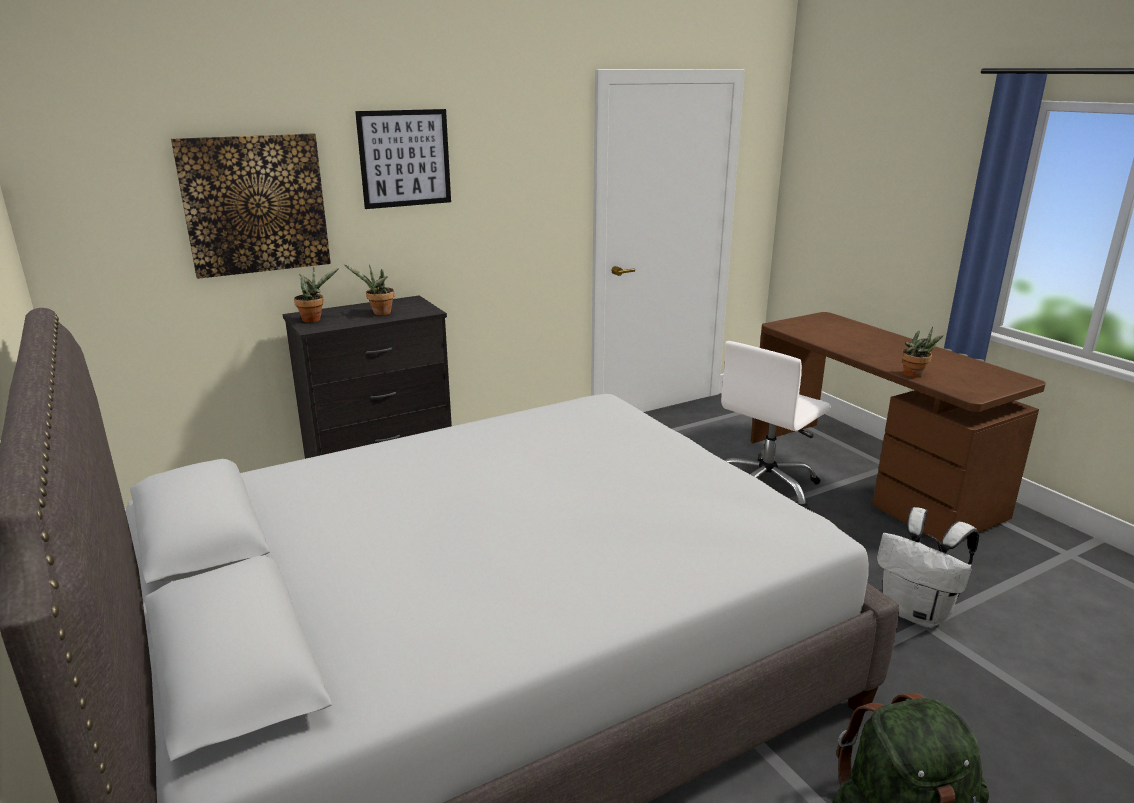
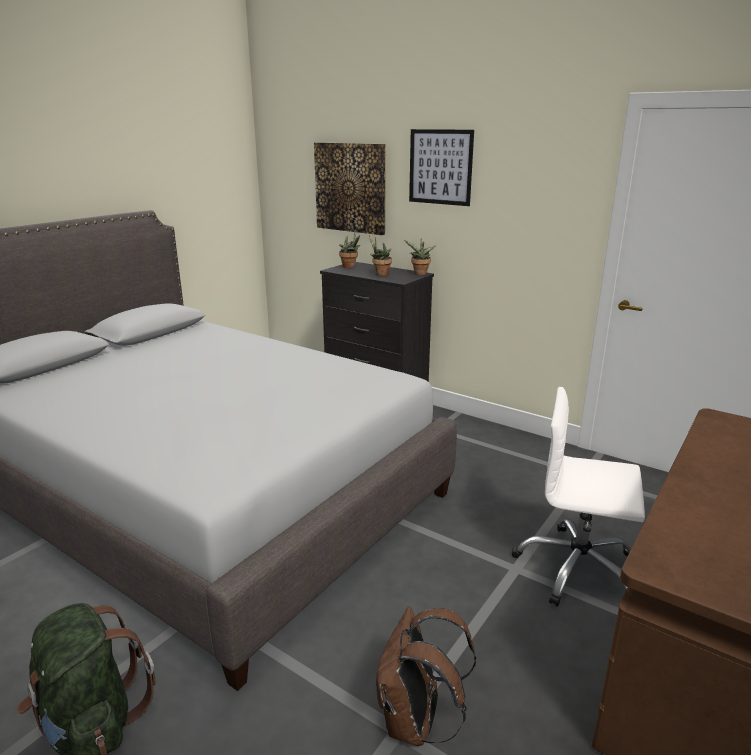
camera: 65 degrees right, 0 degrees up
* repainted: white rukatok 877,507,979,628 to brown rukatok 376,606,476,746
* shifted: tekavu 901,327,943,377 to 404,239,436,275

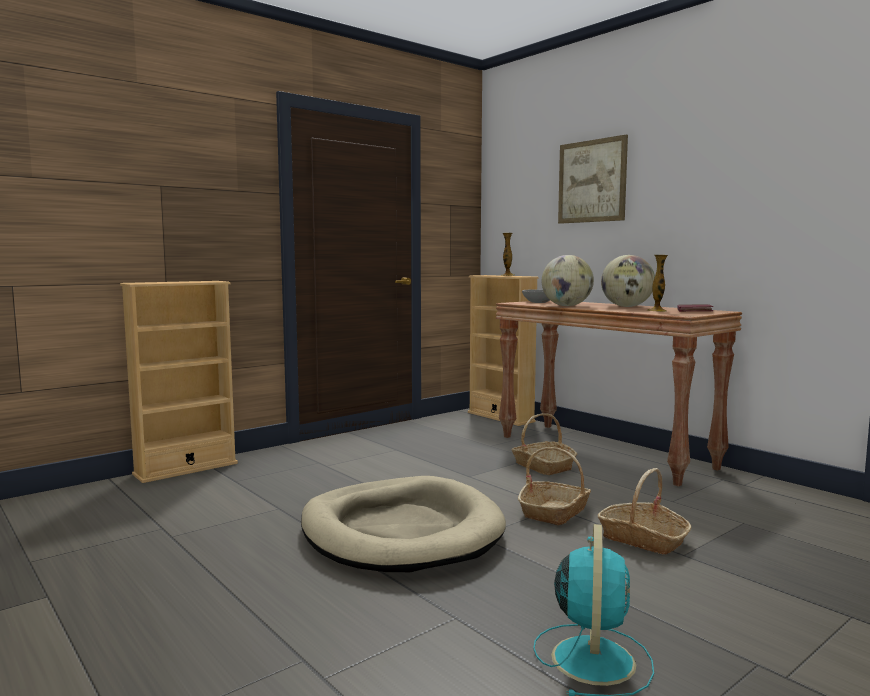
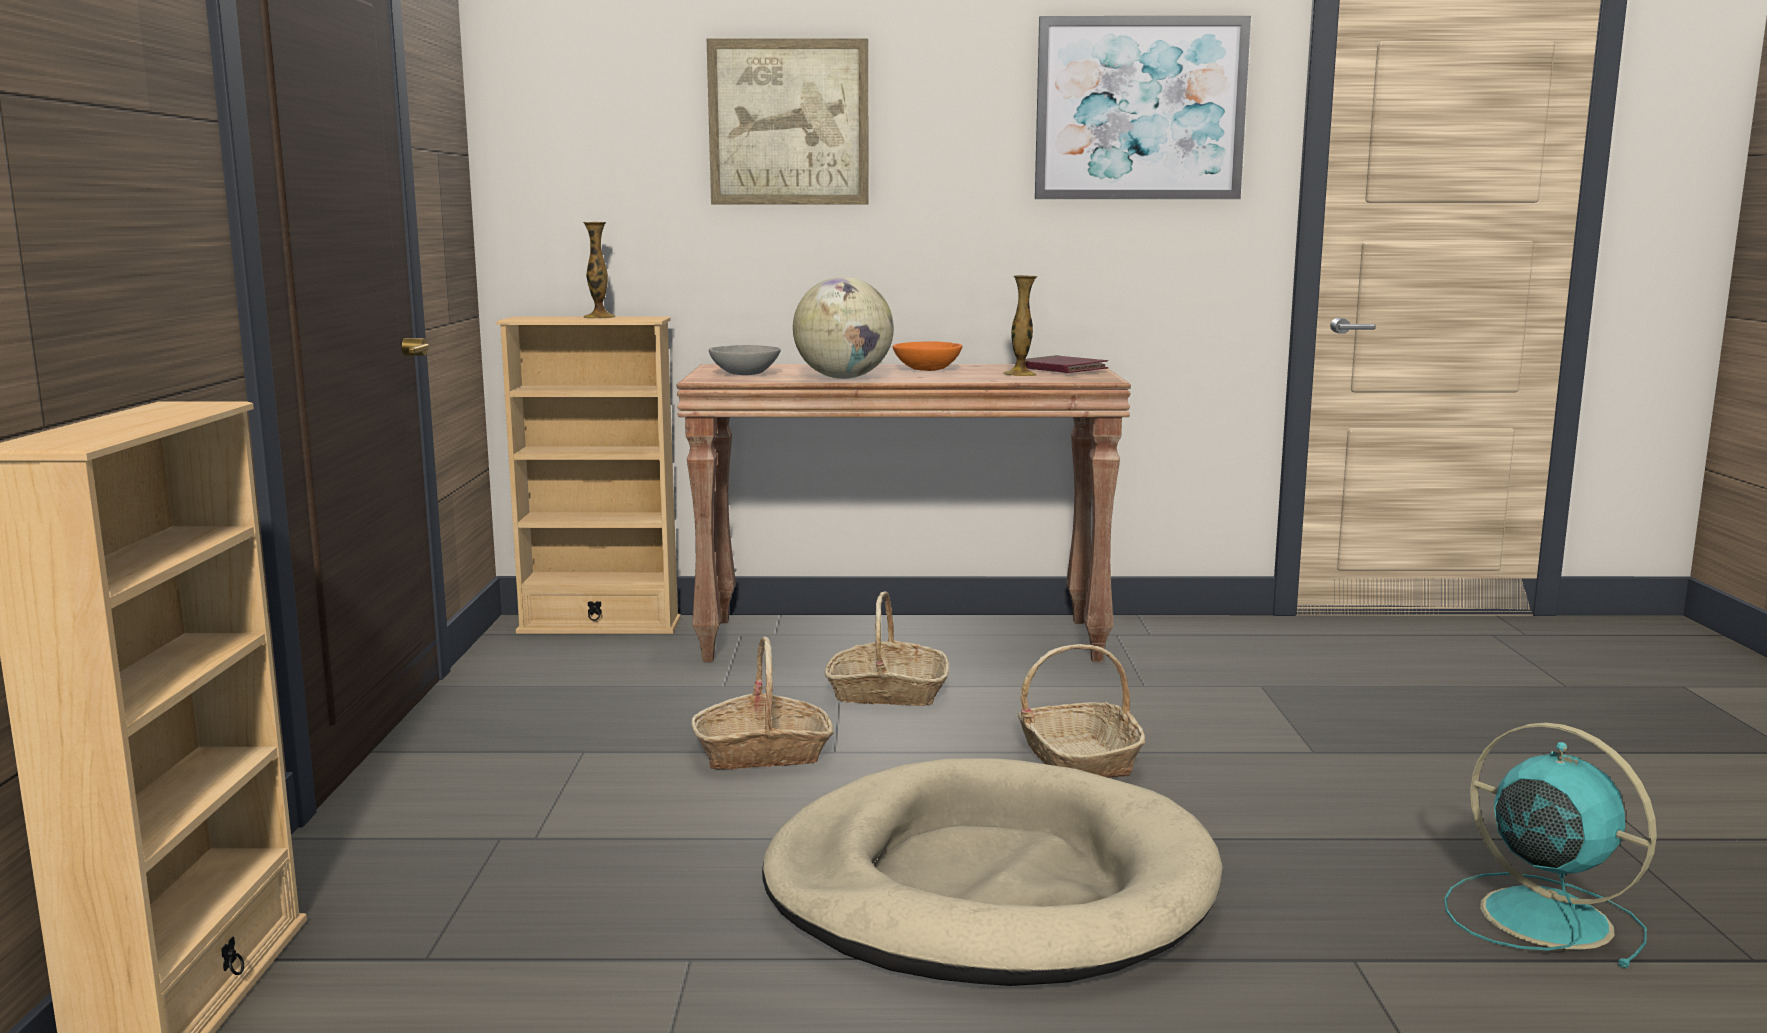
camera: 50 degrees left, 5 degrees up
* shifted: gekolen 598,468,692,555 to 691,637,834,770
* swapped: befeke 601,255,655,307 to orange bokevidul 893,341,962,371
* new: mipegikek 1035,16,1251,199

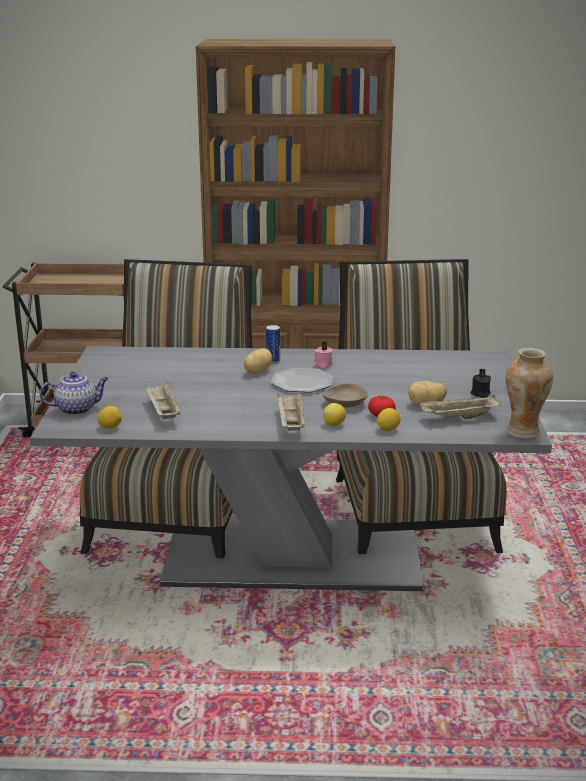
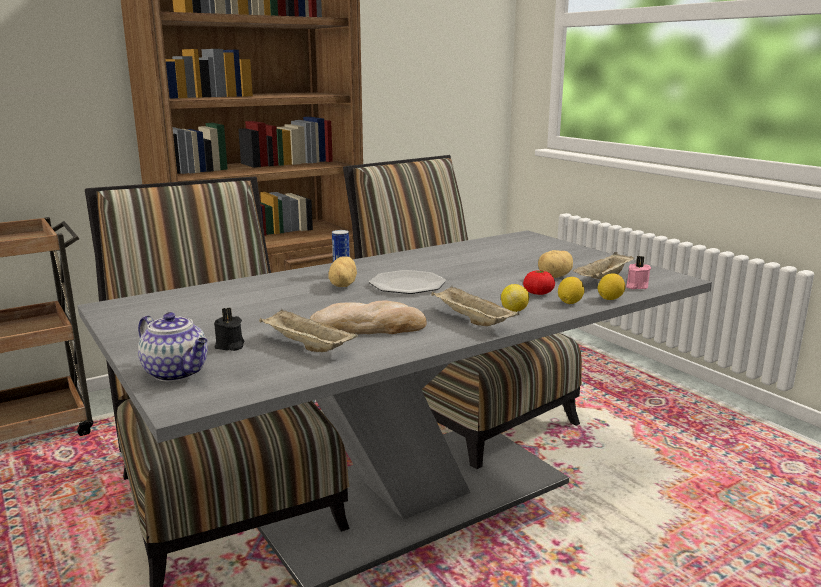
camera: 35 degrees left, 5 degrees down
* rotated: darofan 39,372,109,415 = 138,312,208,382 90 degrees clockwise
* shifted: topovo 97,406,122,429 to 598,273,625,300
* shifted: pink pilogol 313,342,333,368 to 626,256,651,289
* gone: beige bokevidul 323,384,368,407
* shifted: black pilogol 471,369,491,398 to 214,308,244,351
* gone: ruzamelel 506,348,553,439
* new: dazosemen 310,301,427,334

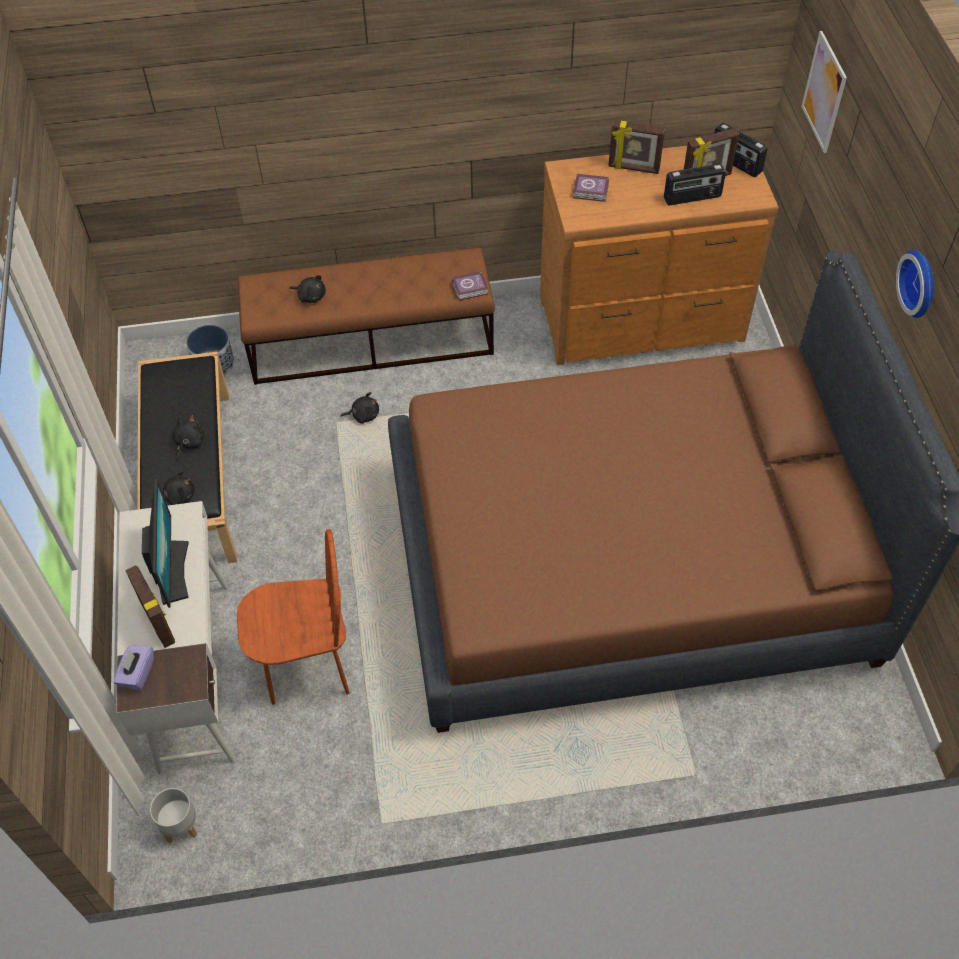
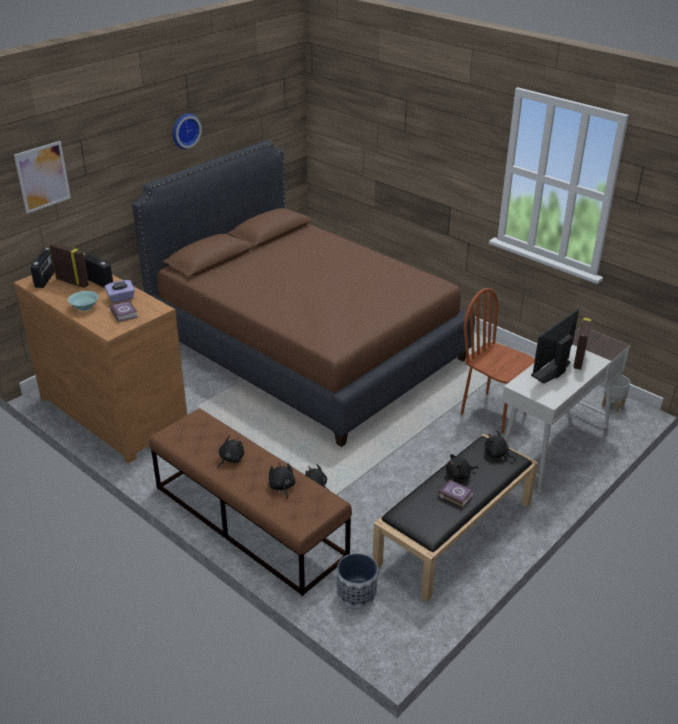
camera: 130 degrees left, 20 degrees down
* shifted: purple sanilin 114,645,154,691 to 105,280,135,303
* shifted: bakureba 452,271,488,301 to 438,479,474,508
* swapped: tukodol 608,120,665,174 to turquoise bokevidul 68,291,99,311
* new: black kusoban 217,435,244,469

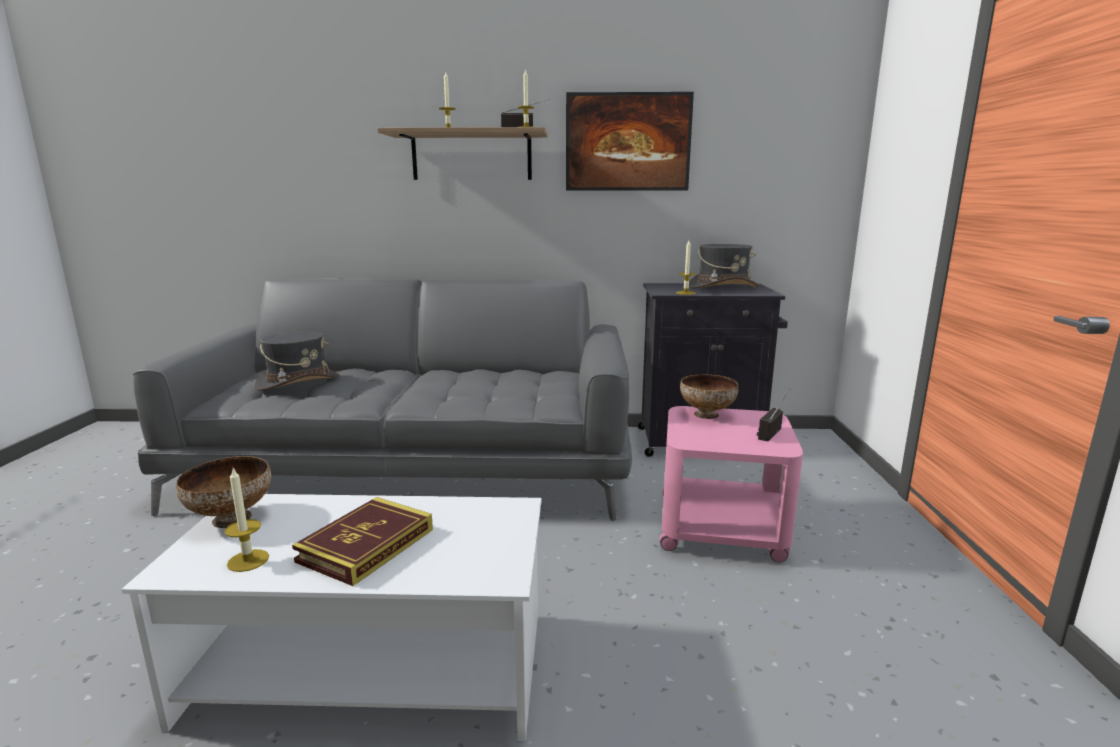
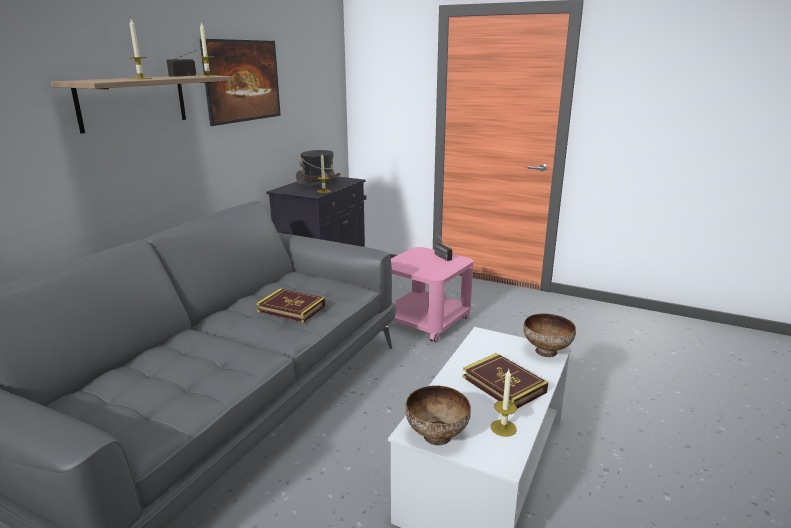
camera: 65 degrees left, 5 degrees up
* gone: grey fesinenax 254,331,340,391
* shifted: bokevidul 680,375,739,419 to 523,313,576,357
* new: bakureba 256,289,325,323

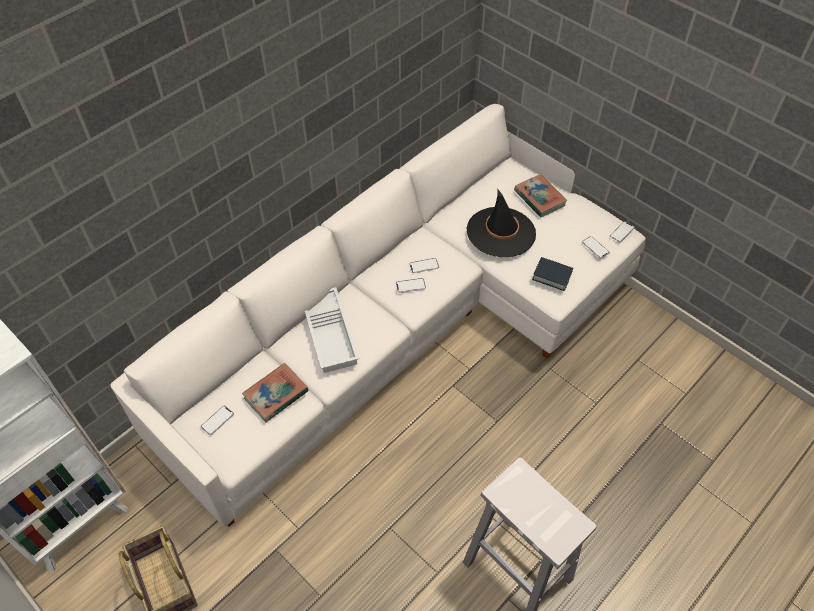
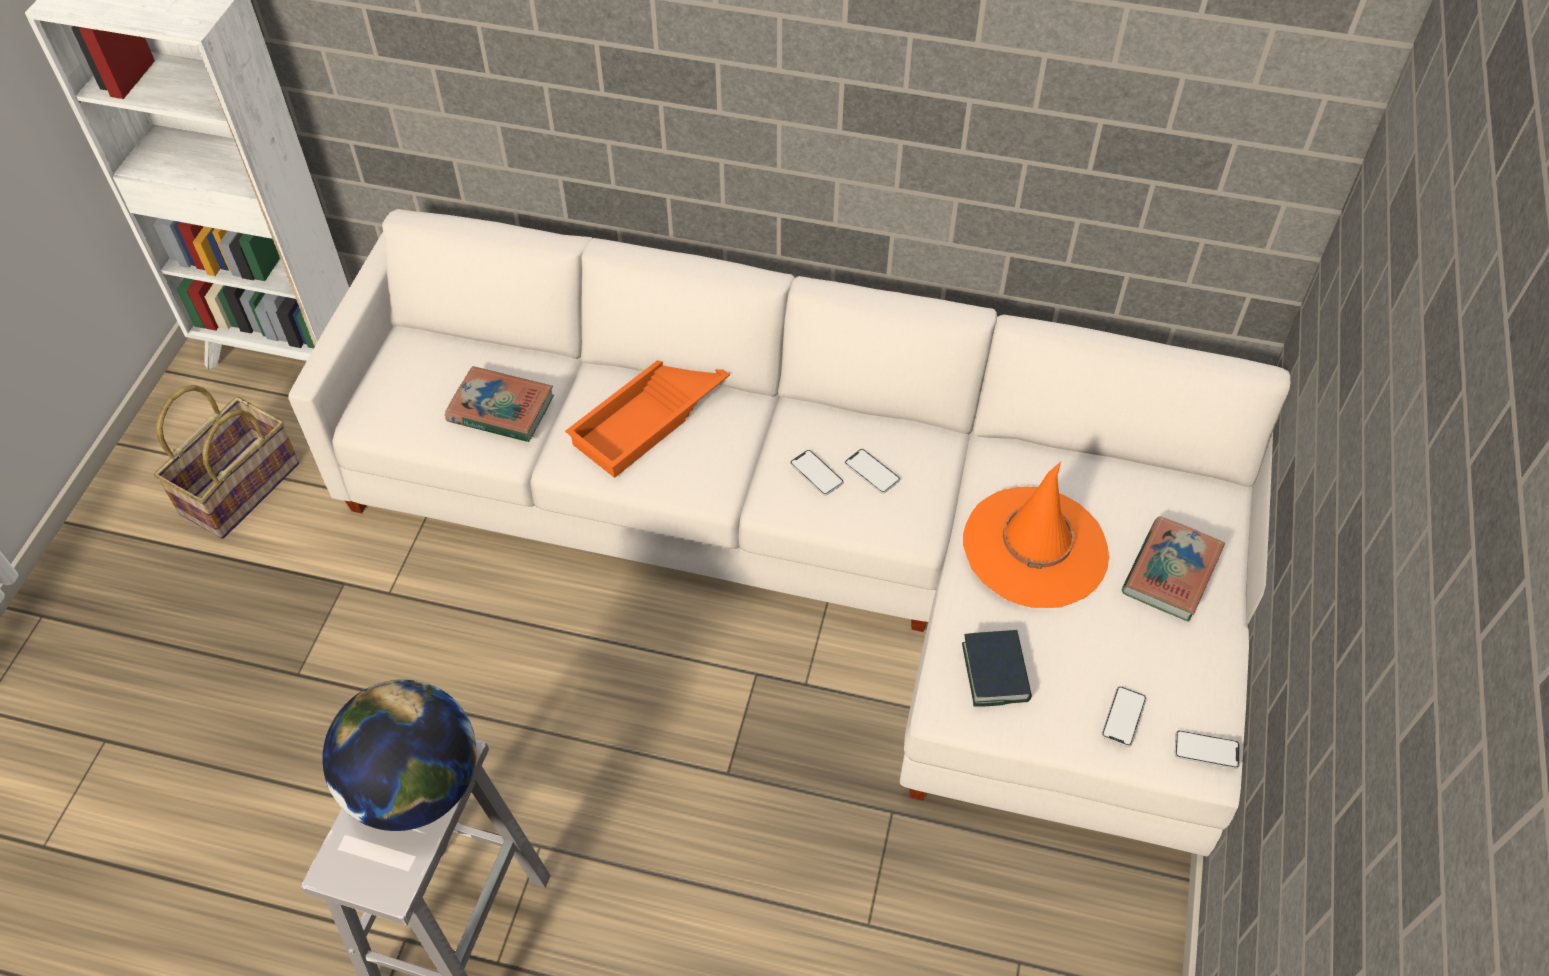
camera: 60 degrees right, 0 degrees up
* gone: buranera 201,406,234,435
* repainted: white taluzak 305,287,359,373 to orange taluzak 565,360,730,478
* repainted: black fesinenax 466,188,536,258 to orange fesinenax 963,462,1109,608
* new: befeke 322,679,477,831

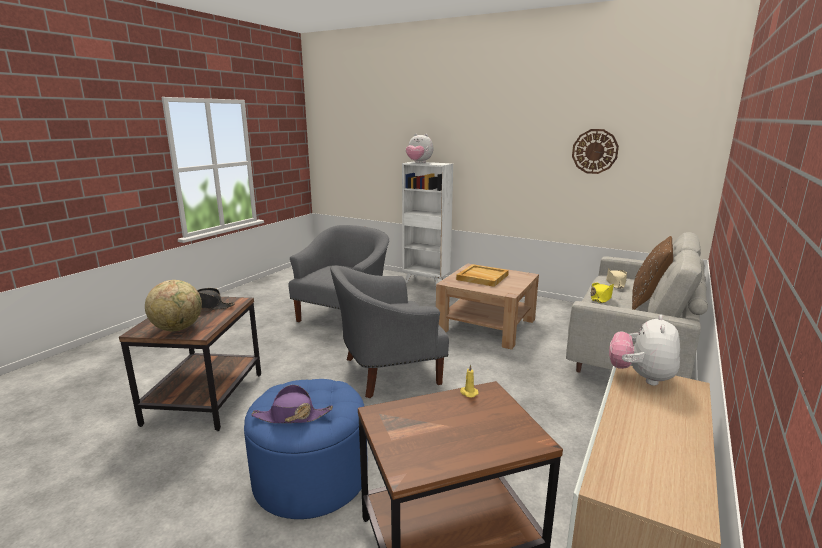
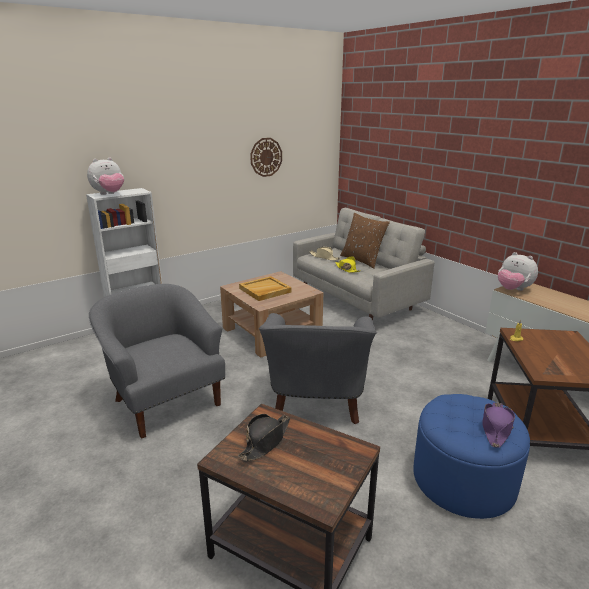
camera: 65 degrees left, 5 degrees up
* gone: befeke 145,280,202,332

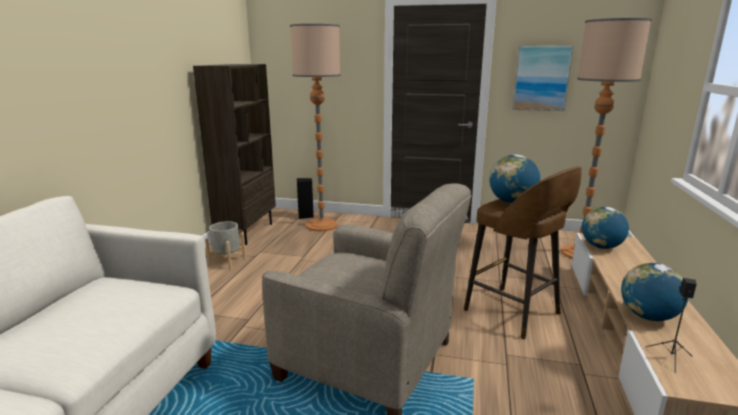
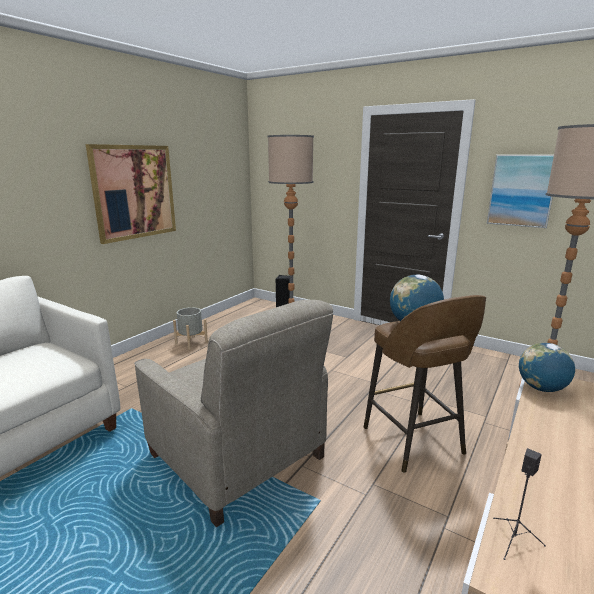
camera: 20 degrees right, 0 degrees up
* gone: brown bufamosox 193,64,276,245
* gone: befeke 621,263,688,321
* new: mipegikek 86,144,176,244

